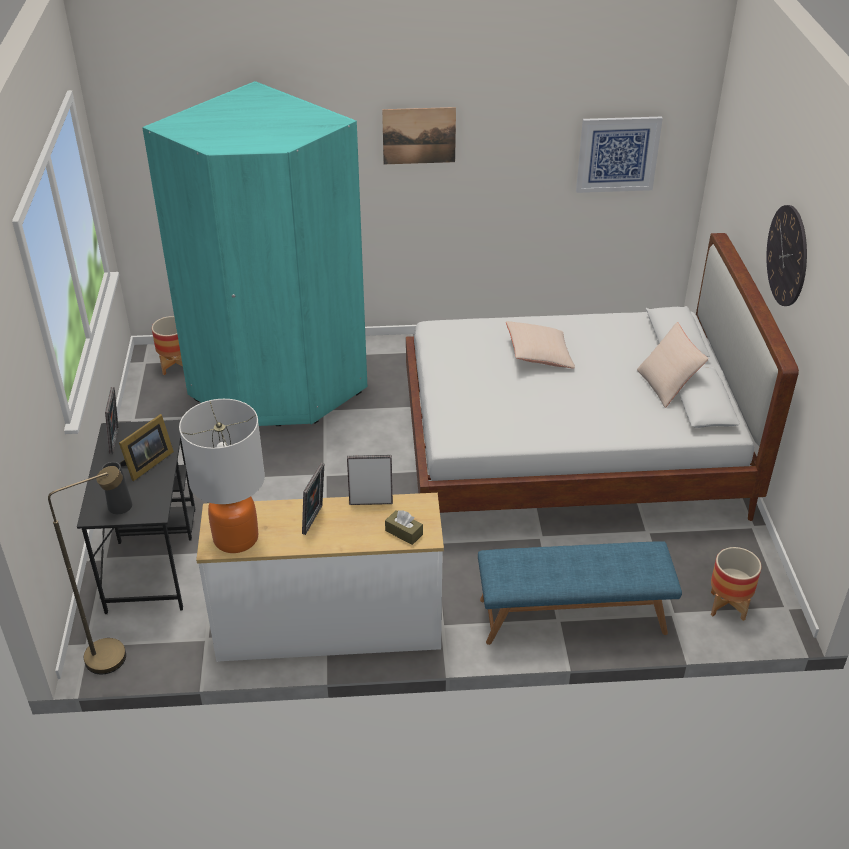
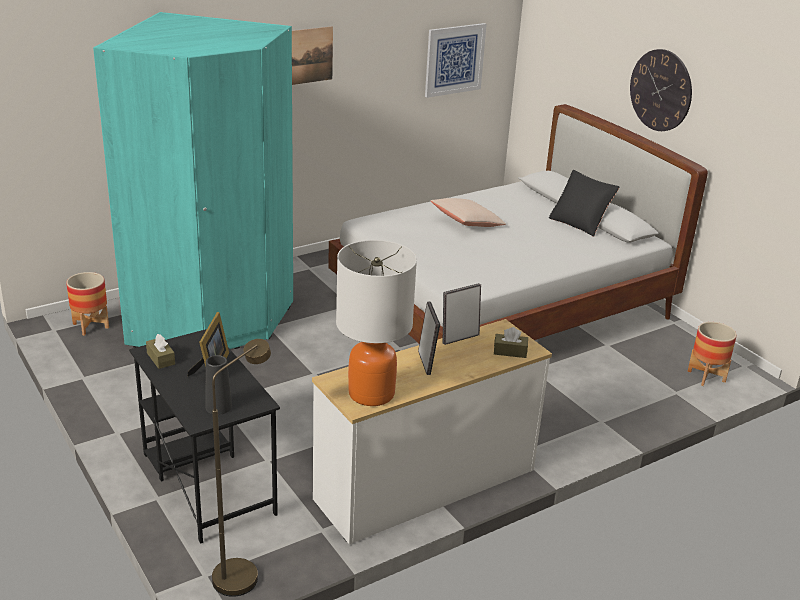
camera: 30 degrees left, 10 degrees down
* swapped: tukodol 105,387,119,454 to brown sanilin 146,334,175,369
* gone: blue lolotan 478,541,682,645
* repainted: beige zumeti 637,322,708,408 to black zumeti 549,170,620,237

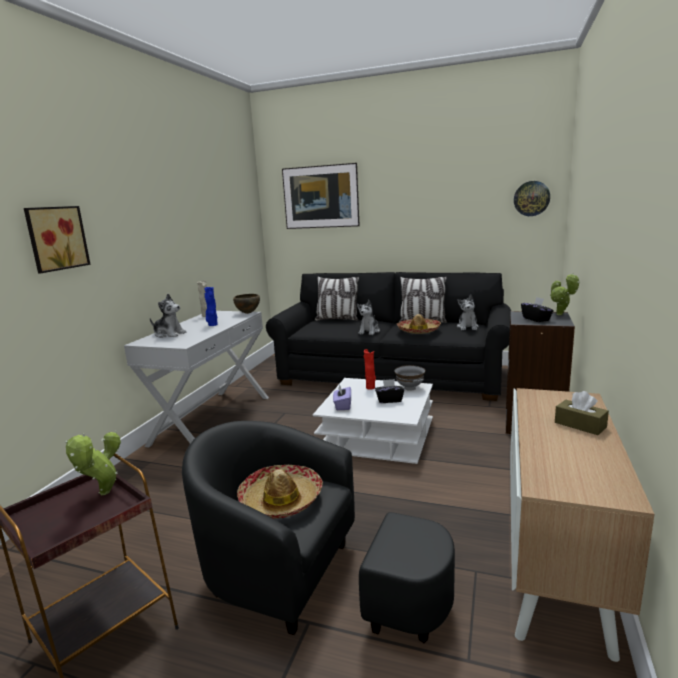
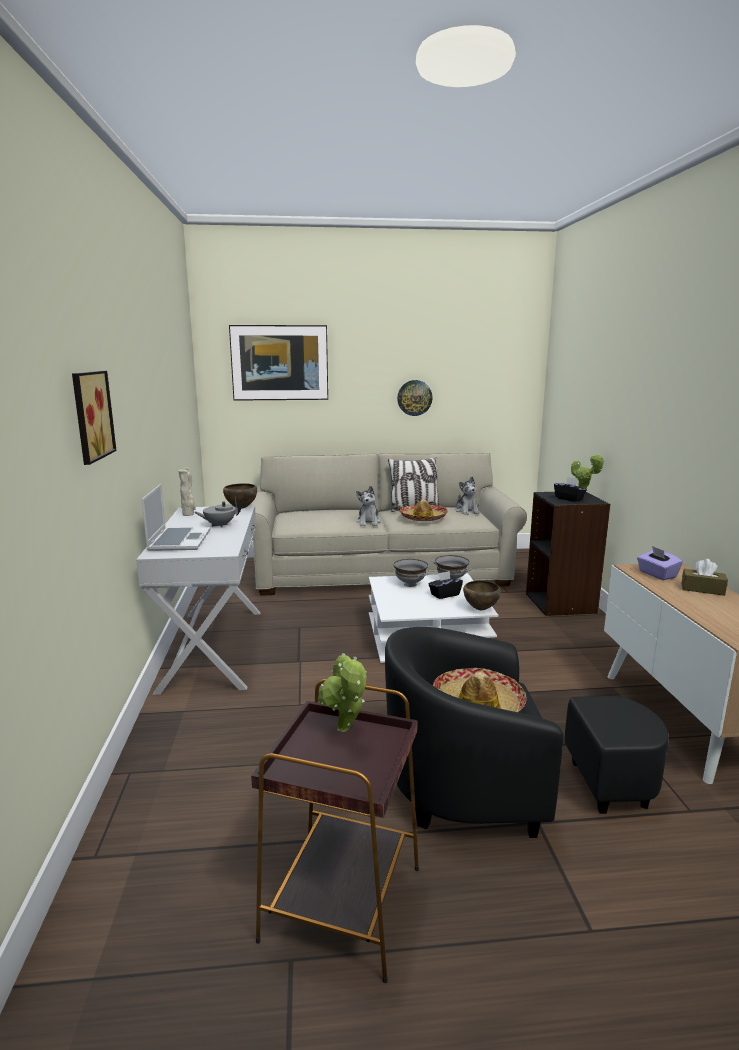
camera: 25 degrees left, 0 degrees up
* swapped: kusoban 150,294,186,338 to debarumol 142,484,210,551
* swapped: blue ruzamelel 204,287,218,326 to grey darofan 194,497,241,527
* repainted: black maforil 266,272,511,401 to beige maforil 249,453,527,596
* gone: zumeti 315,277,359,321
* shifted: purple sanilin 333,384,351,410 to 637,546,683,580
* swapped: red ruzamelel 364,349,376,390 to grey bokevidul 393,559,429,587
* shifted: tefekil 514,181,550,216 to 397,380,432,416
* new: brown bokevidul 463,581,501,610

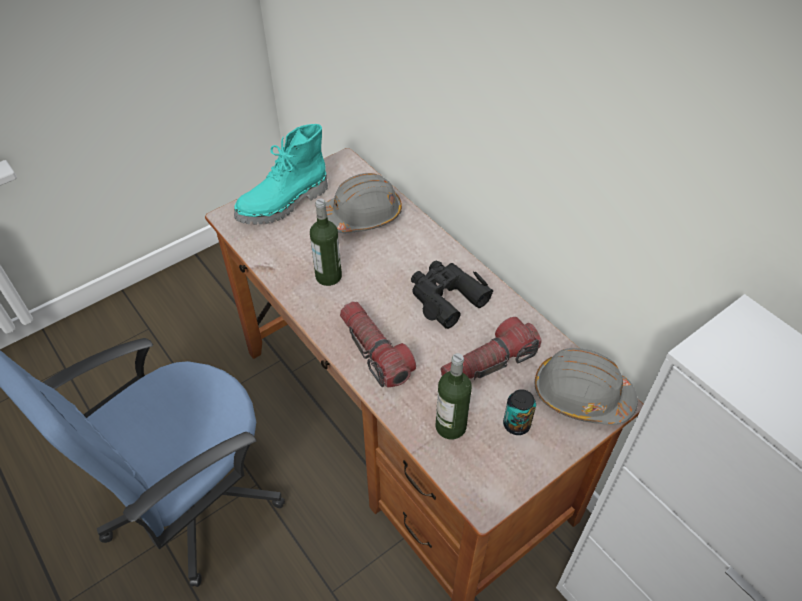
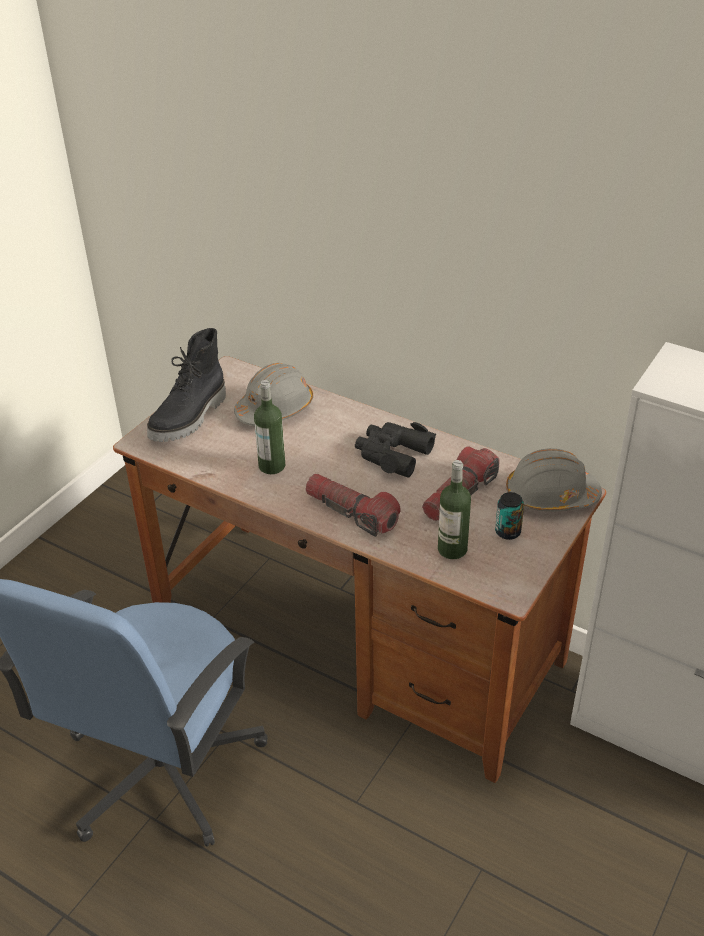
camera: 20 degrees left, 10 degrees down
* repainted: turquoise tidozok 234,124,328,225 to black tidozok 147,328,226,442

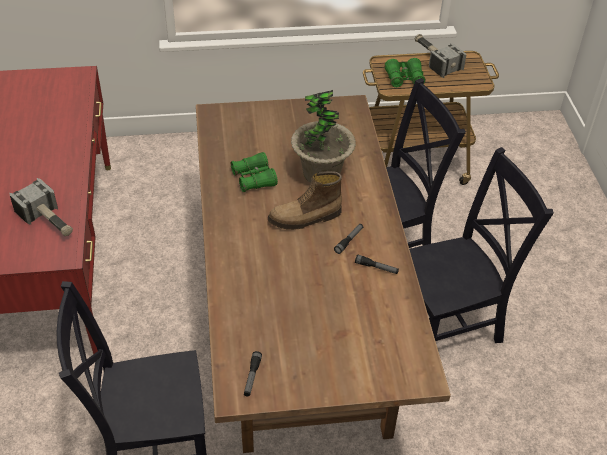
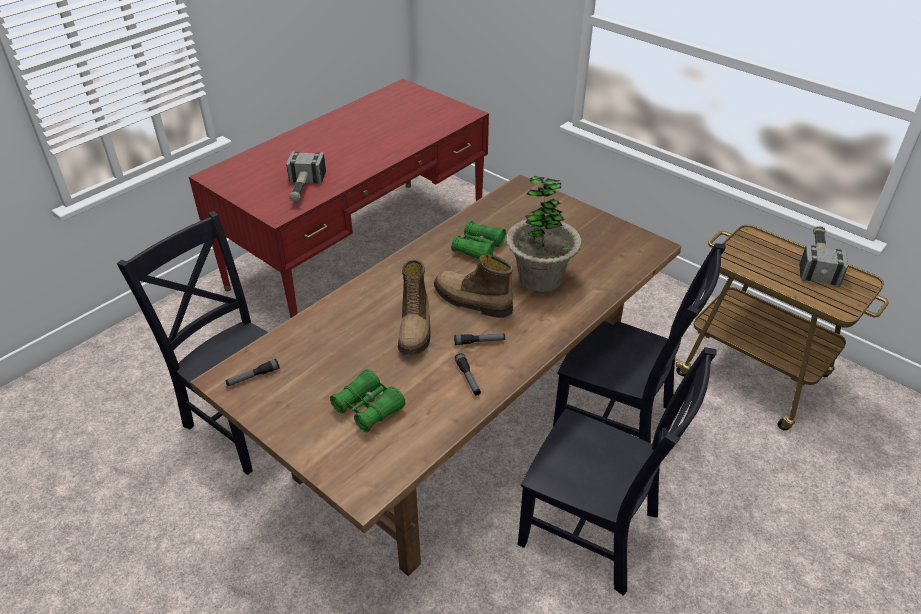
camera: 50 degrees right, 5 degrees down
* shifted: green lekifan 385,58,426,88 to 330,369,405,432
* new: tidozok 398,259,431,356

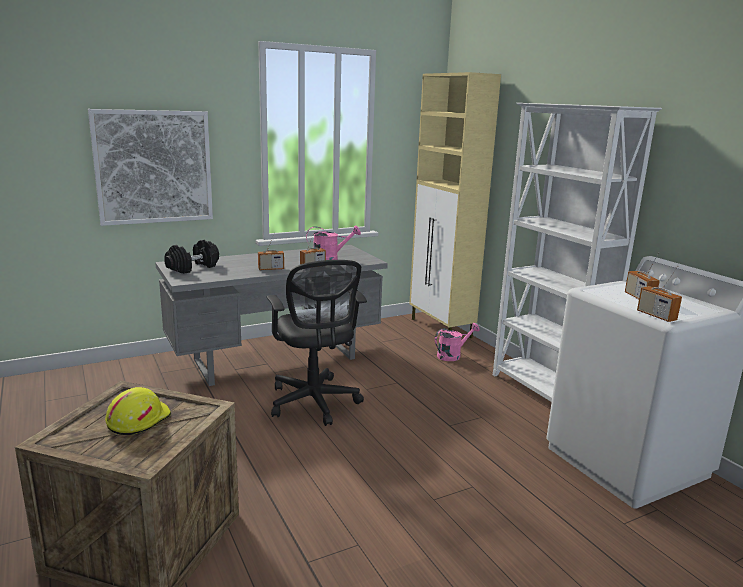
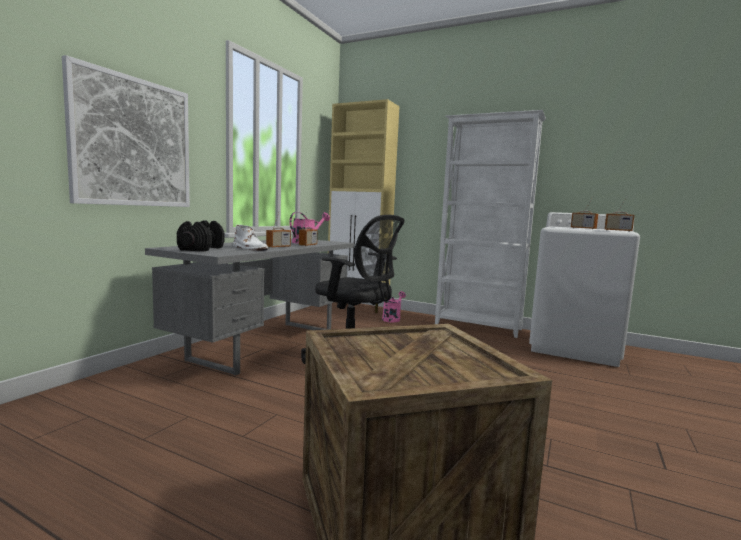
camera: 35 degrees left, 10 degrees down
* gone: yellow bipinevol 105,387,171,435
* new: white tidozok 233,225,268,251

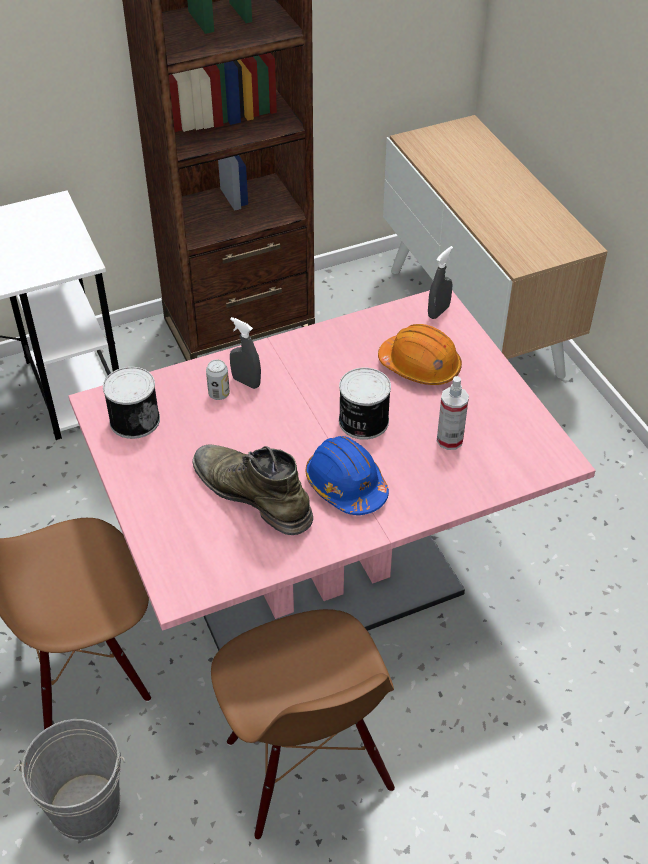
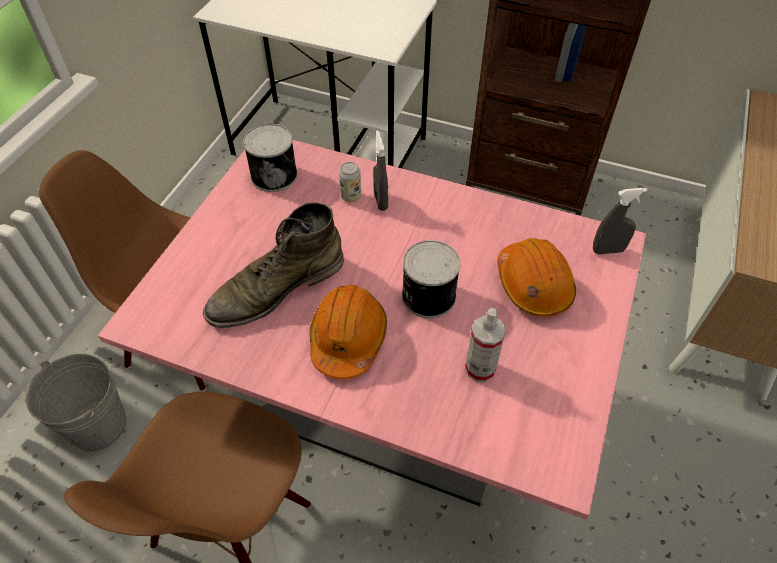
camera: 45 degrees right, 5 degrees up
* rotated: green tidozok 193,444,313,535 = 203,202,344,328 120 degrees counterclockwise
* repainted: blue bipinevol 306,436,389,515 to orange bipinevol 309,285,387,379

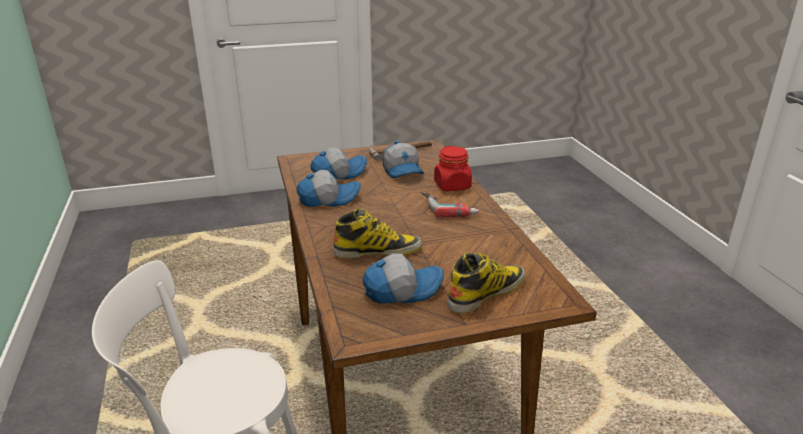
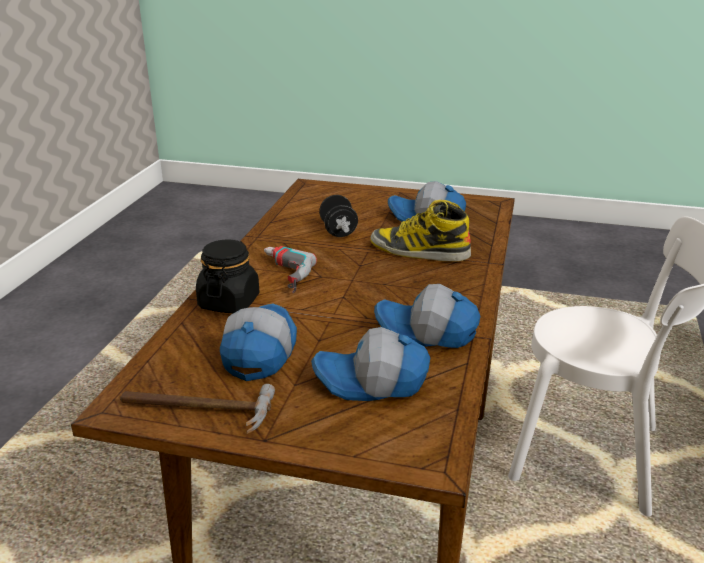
camera: 150 degrees left, 0 degrees up
* repainted: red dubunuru 434,146,472,191 to black dubunuru 196,239,260,313
* gone: tidozok 447,252,525,313
* new: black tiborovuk 319,195,358,237

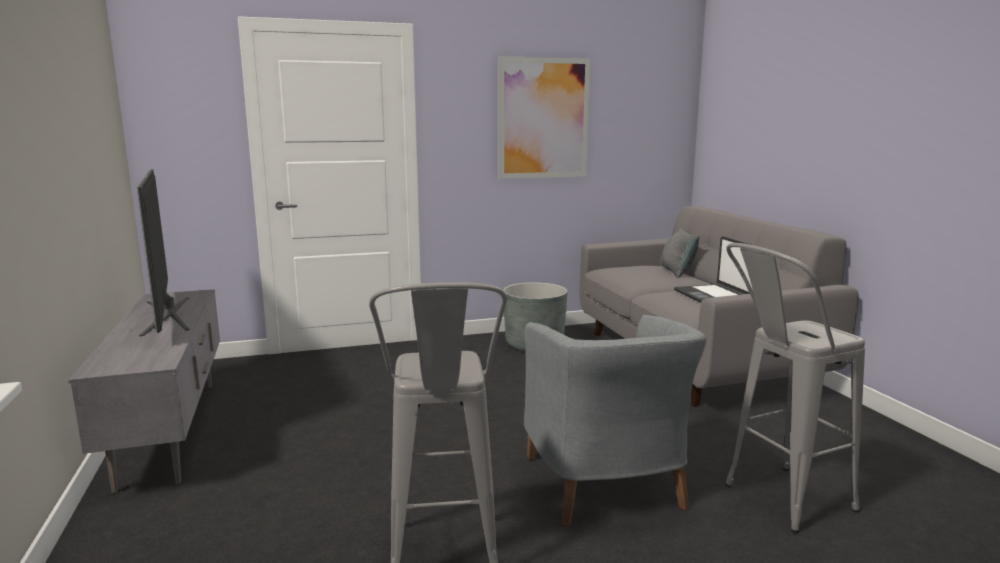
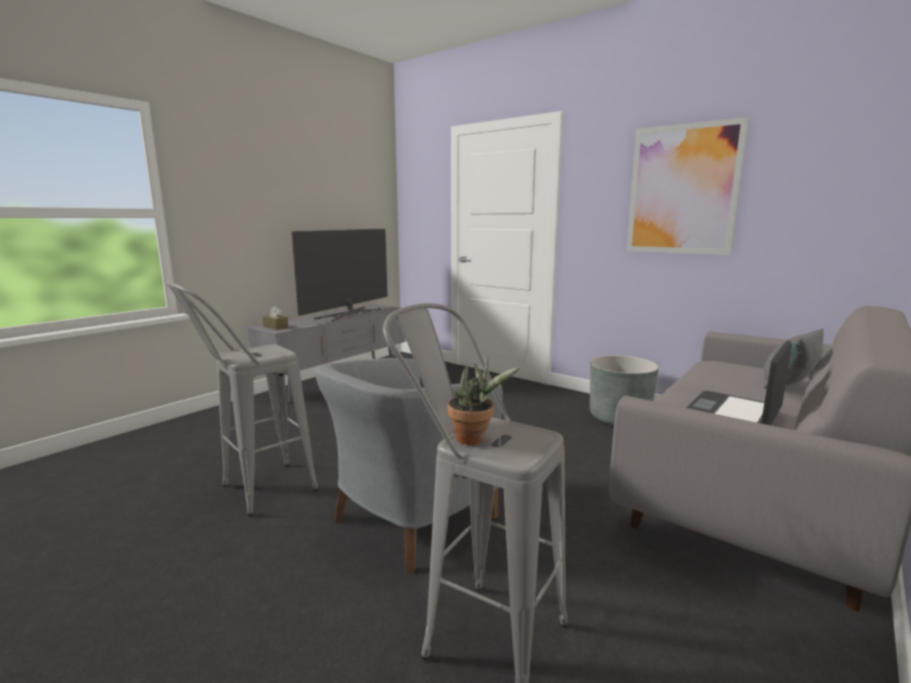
camera: 55 degrees right, 0 degrees up
* new: brown sanilin 262,307,288,330
* new: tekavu 448,357,520,445

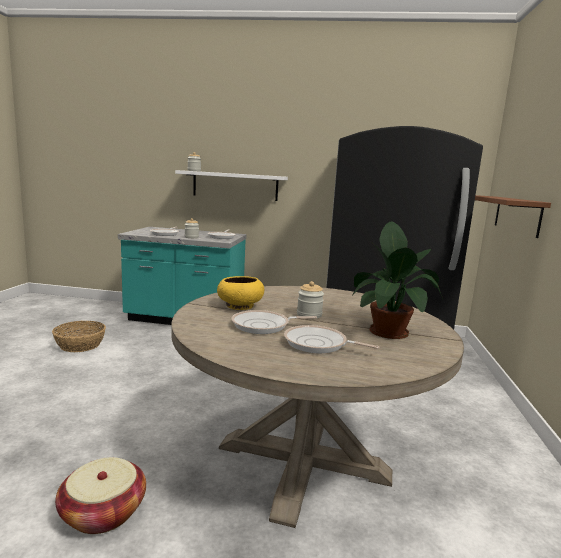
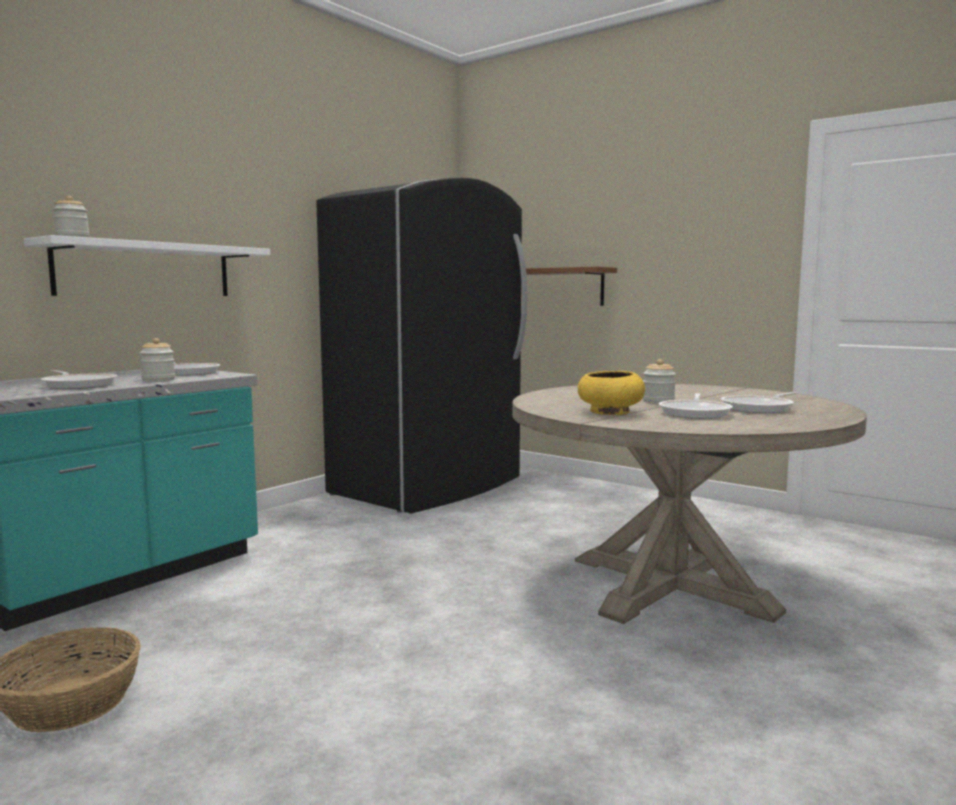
camera: 60 degrees left, 5 degrees down
* gone: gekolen 55,457,146,534
* gone: tekavu 352,221,443,339

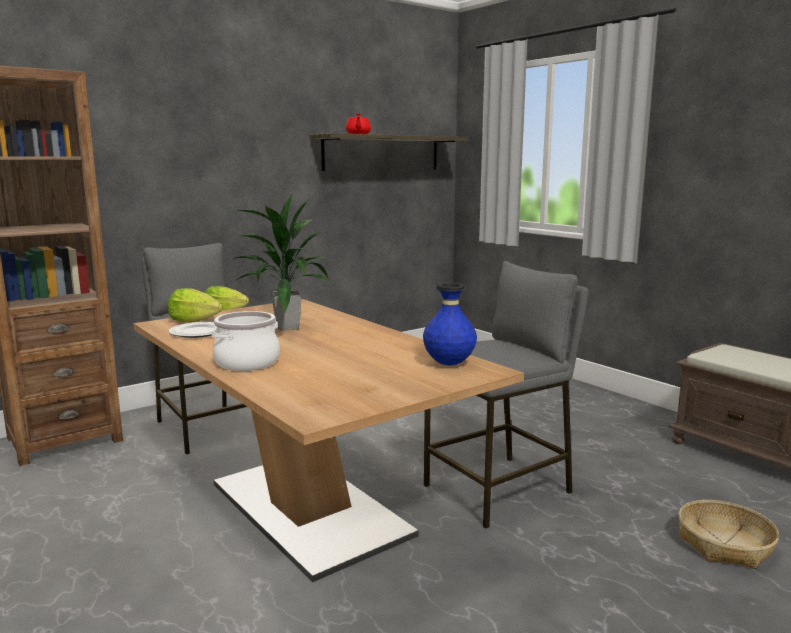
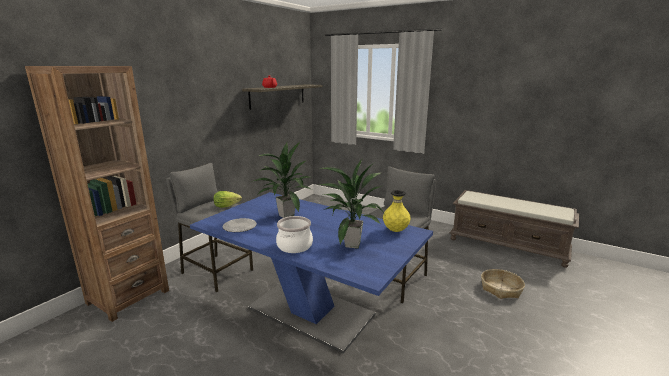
camera: 20 degrees left, 5 degrees up
* repainted: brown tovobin 133,299,524,582 to blue tovobin 190,192,433,353
* gone: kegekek 168,288,222,323
* repainted: blue ruzamelel 423,283,477,366 to yellow ruzamelel 383,190,411,232
* new: tekavu 318,159,386,248

